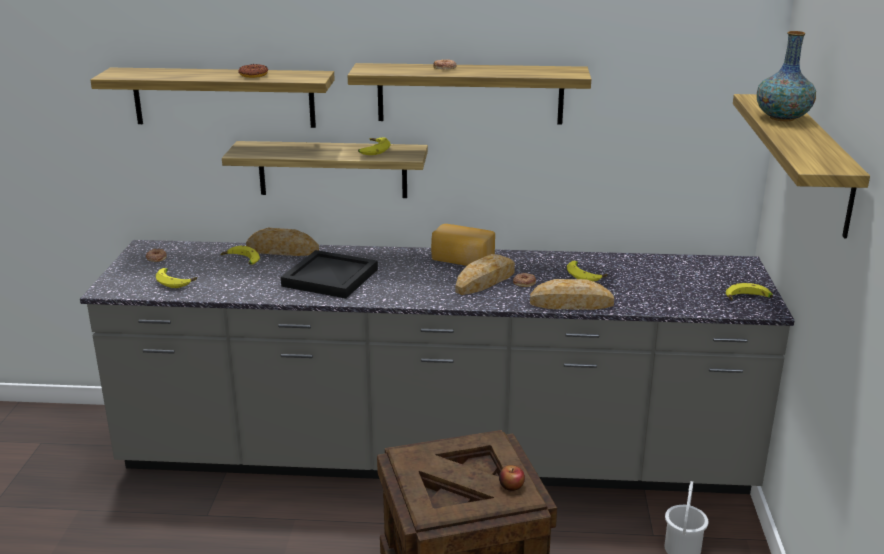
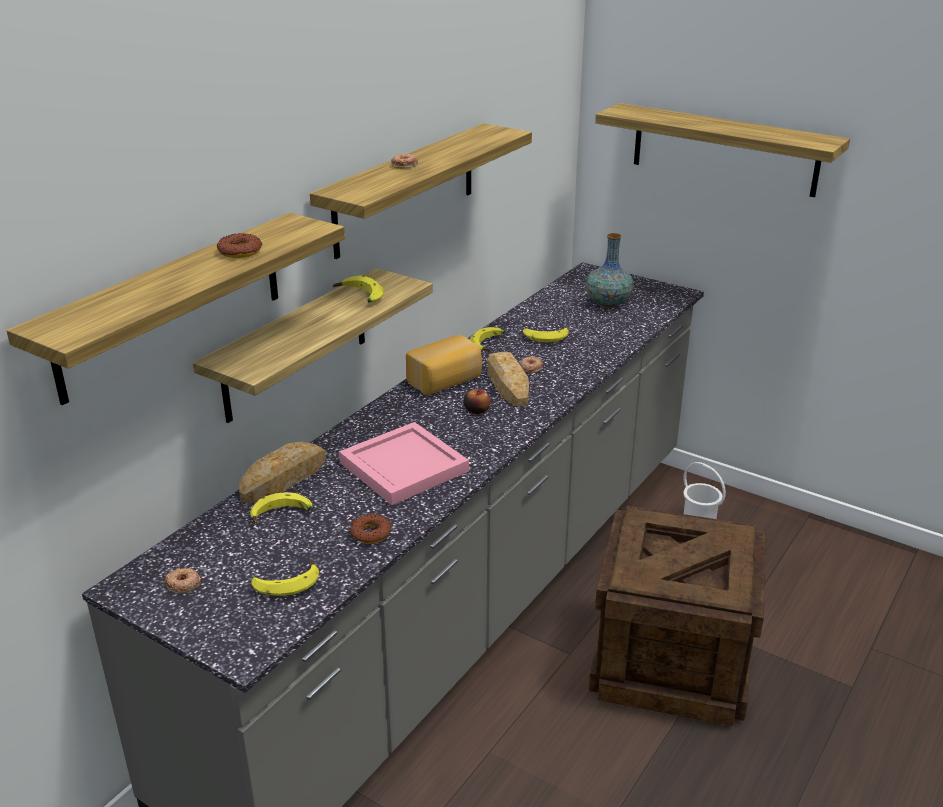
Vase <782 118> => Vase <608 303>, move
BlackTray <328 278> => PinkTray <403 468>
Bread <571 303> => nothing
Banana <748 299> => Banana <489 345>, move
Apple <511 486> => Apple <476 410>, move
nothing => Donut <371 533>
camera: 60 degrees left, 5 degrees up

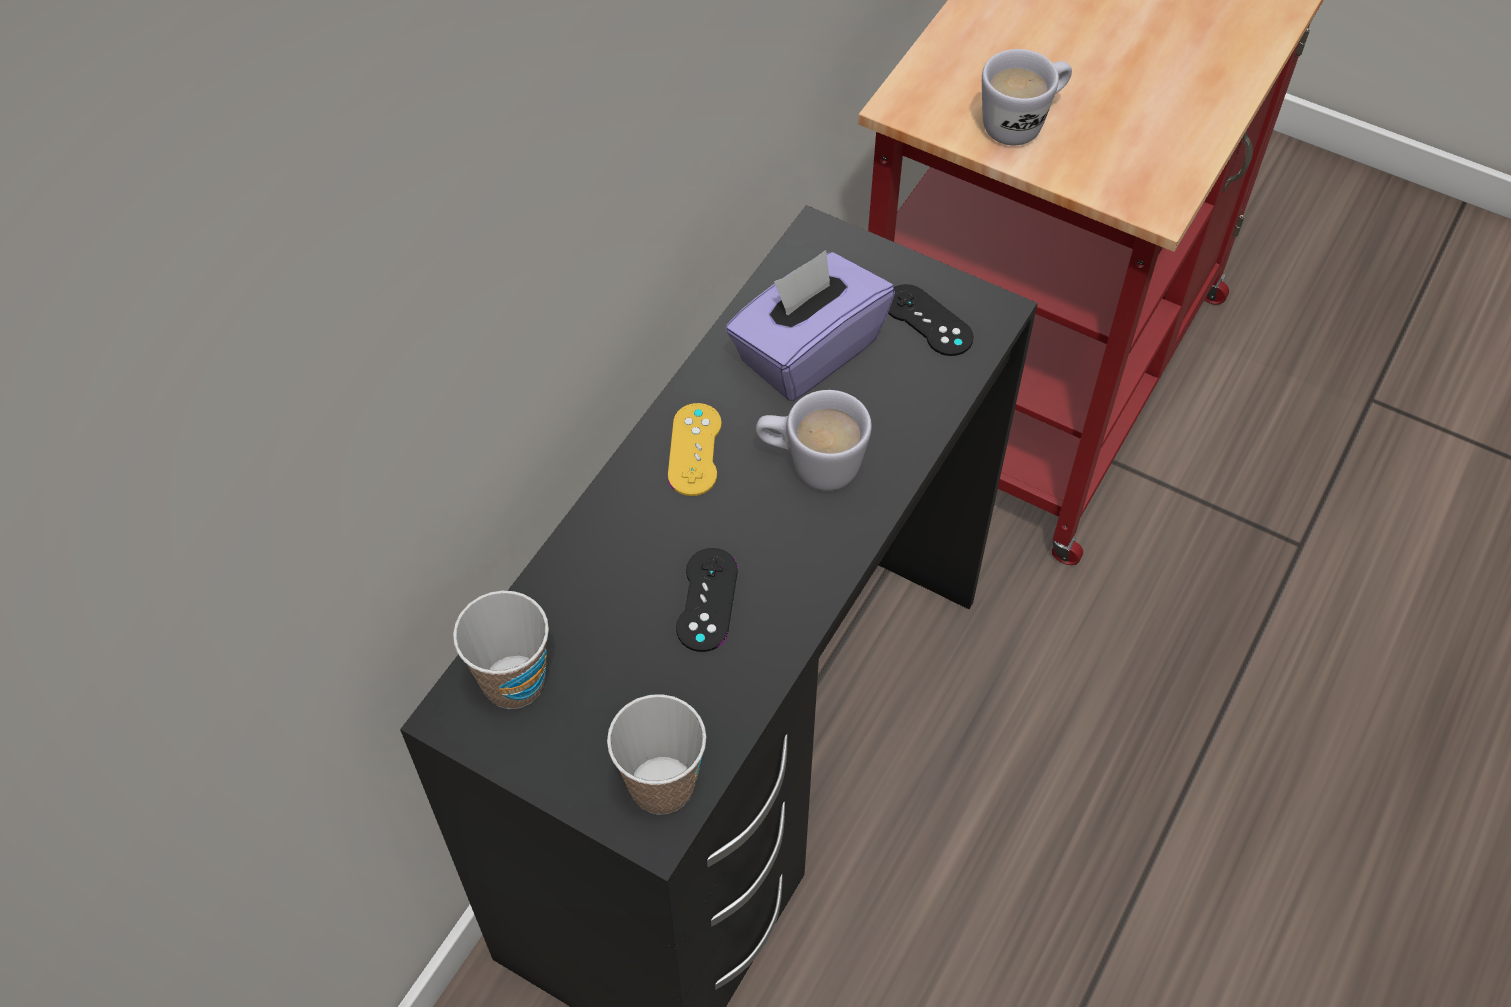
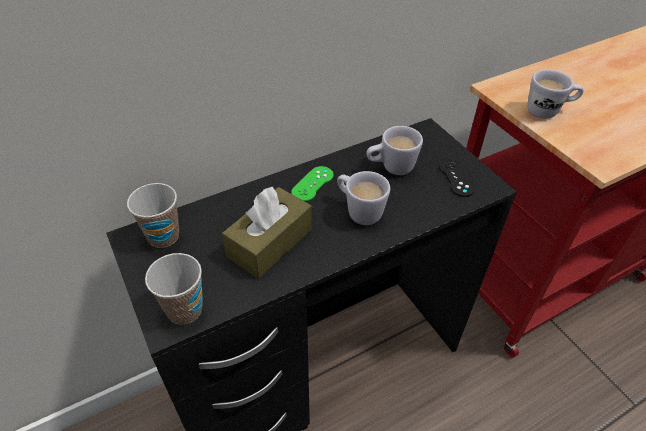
PurpleTissueBox <807 351> => WhiteMug <391 168>
YellowGameController <694 450> => GreenGameController <312 184>
BlackGameController <707 600> => BrownTissueBox <270 243>
camera: 30 degrees right, 10 degrees down

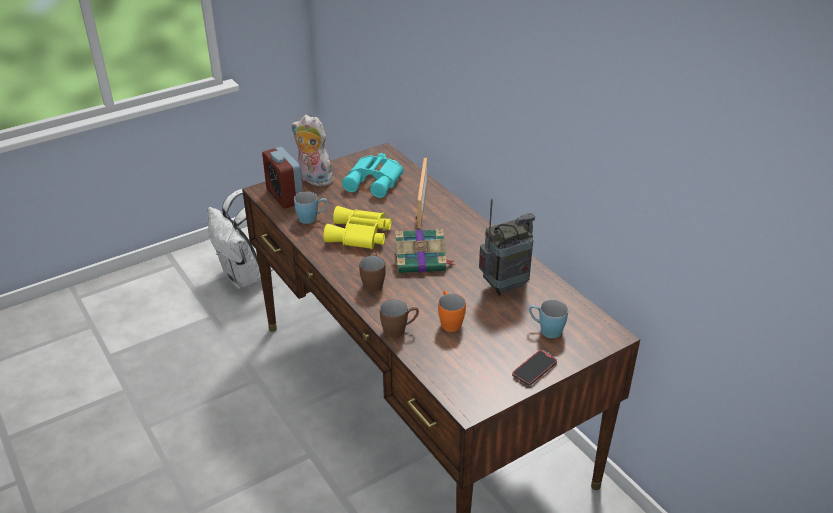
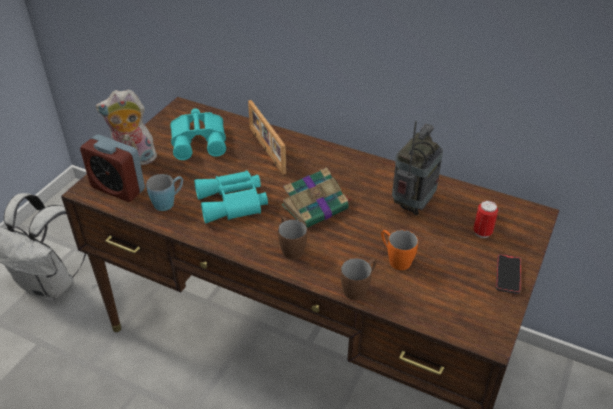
YellowBinoculars <359 235> => TurquoiseBinoculars <233 203>
BlueMug <545 330> => Can <482 232>
camera: 30 degrees left, 5 degrees up

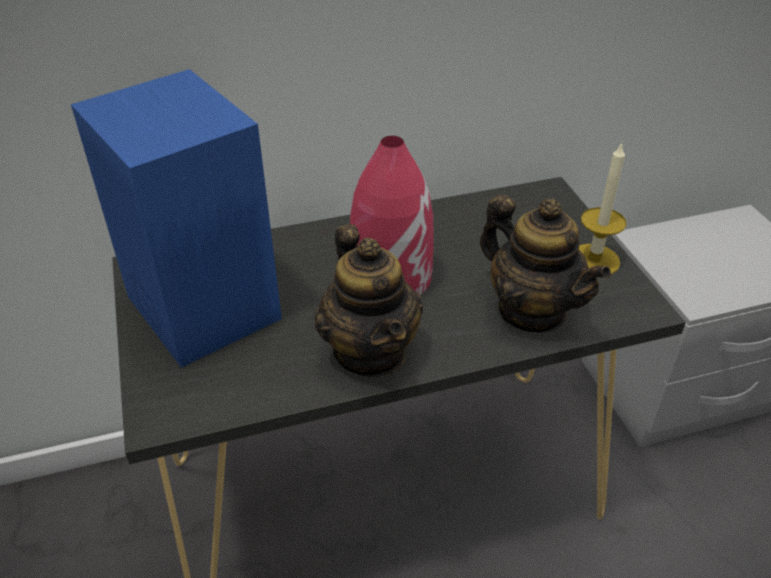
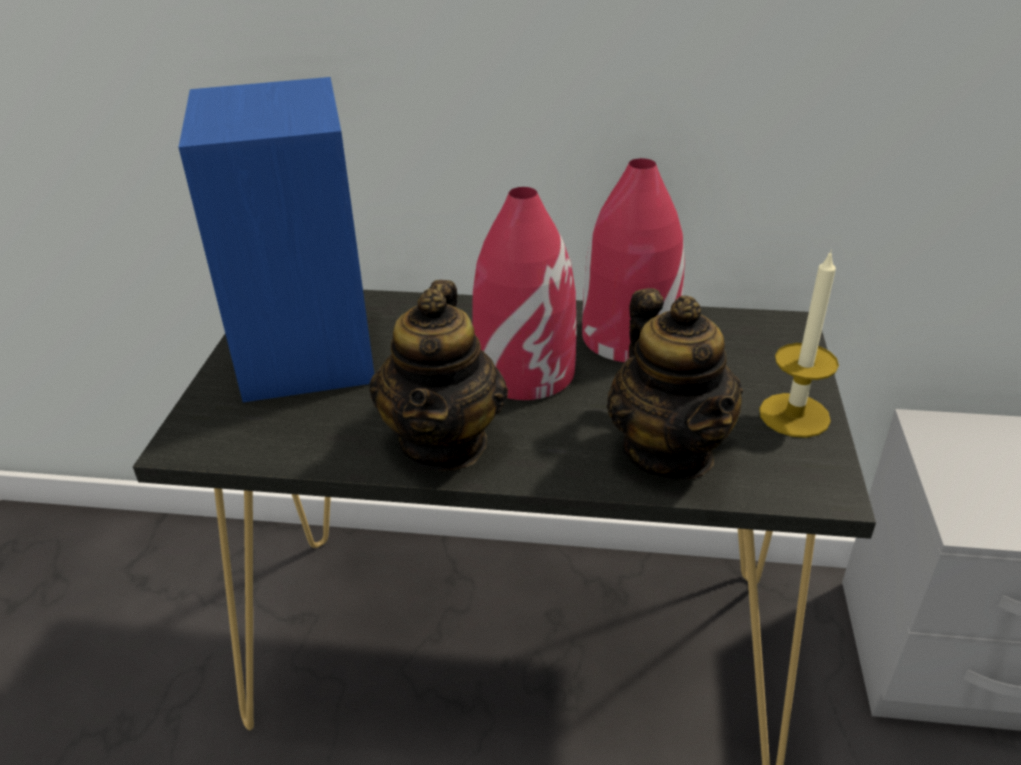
nothing => RedVase <628 337>
camera: 25 degrees right, 5 degrees down

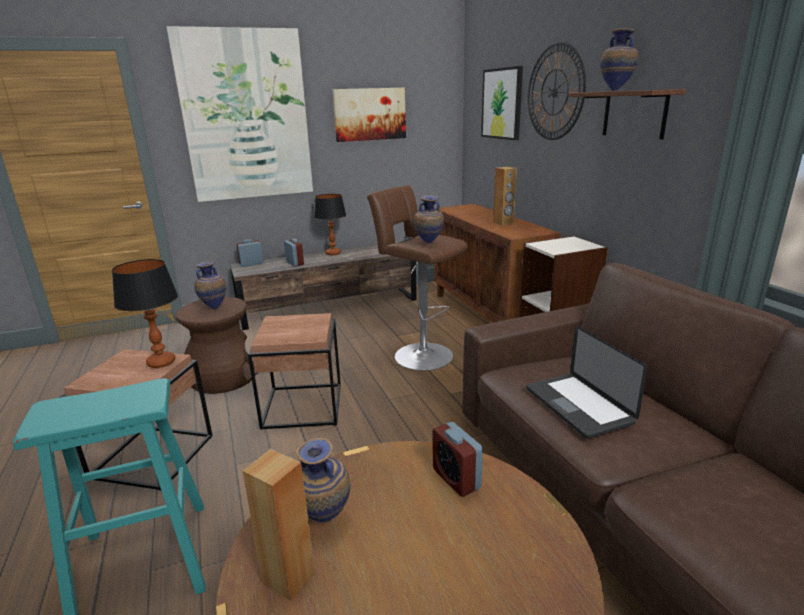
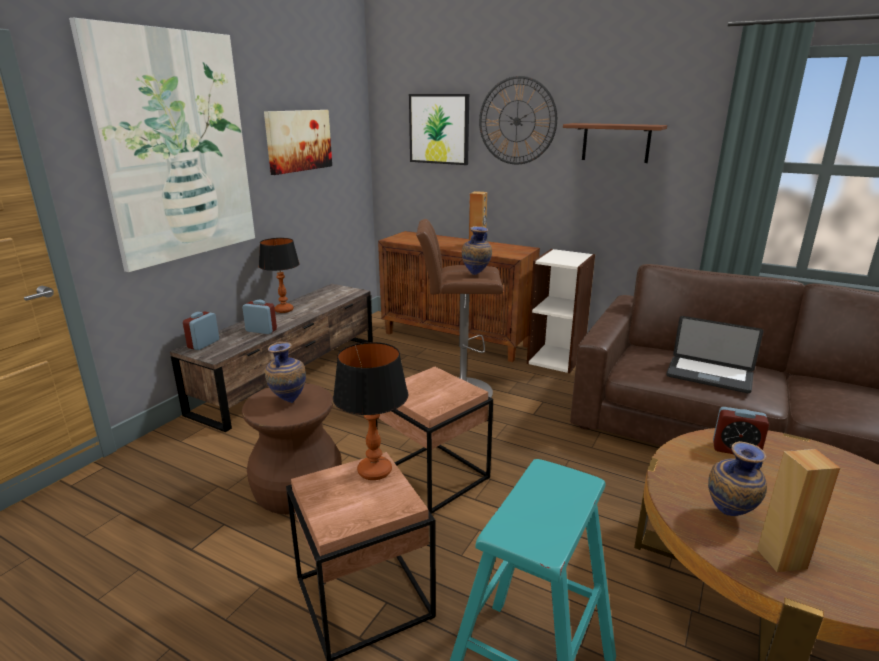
Vase <615 90> => nothing
camera: 40 degrees left, 0 degrees up

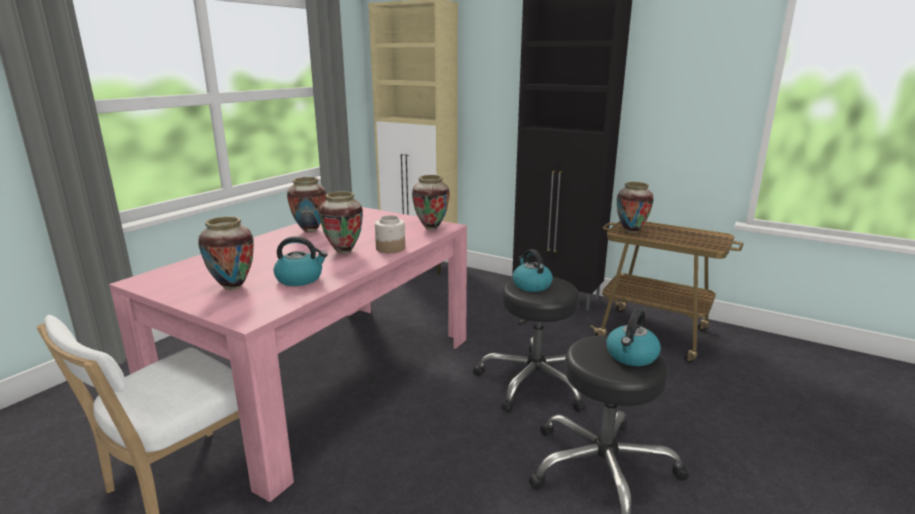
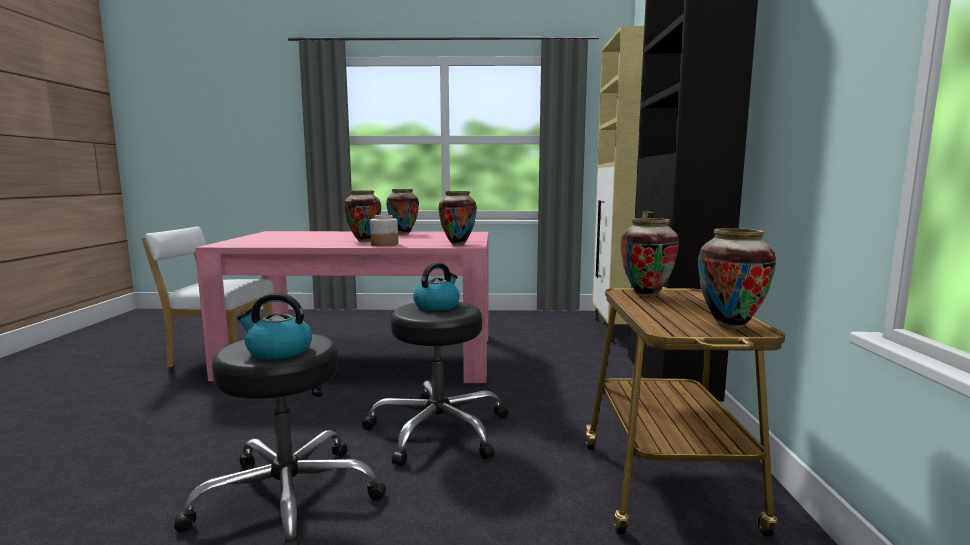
Vase <232 286> => Vase <730 326>, move
Kettle <300 279> => nothing
camera: 60 degrees right, 10 degrees down

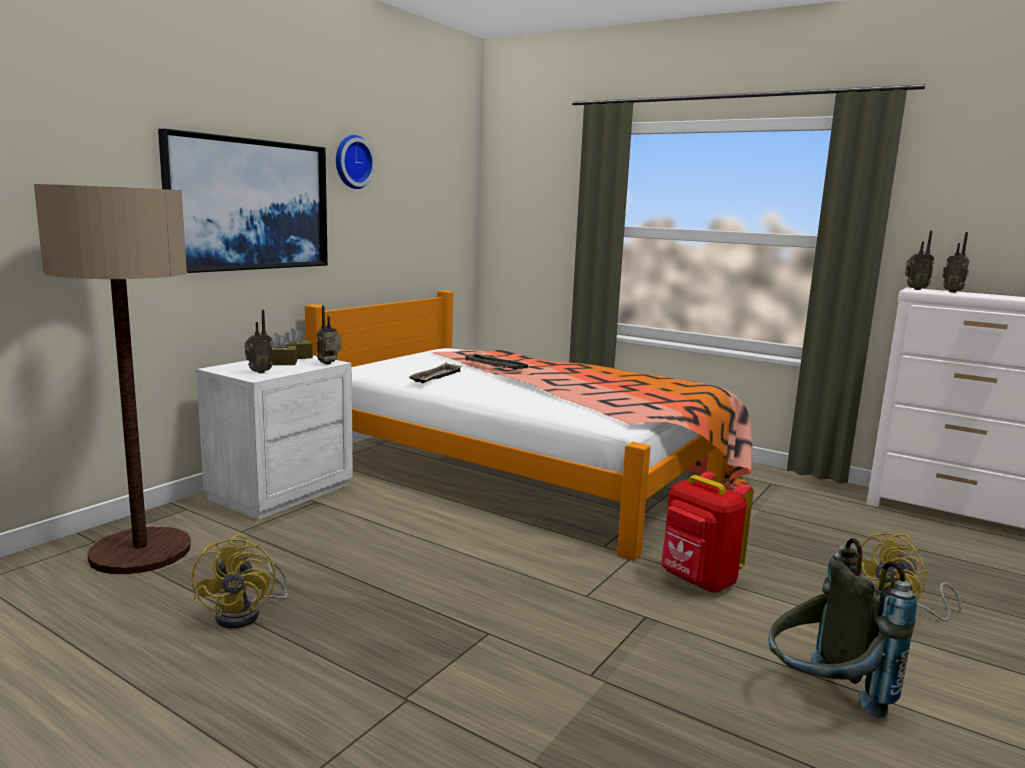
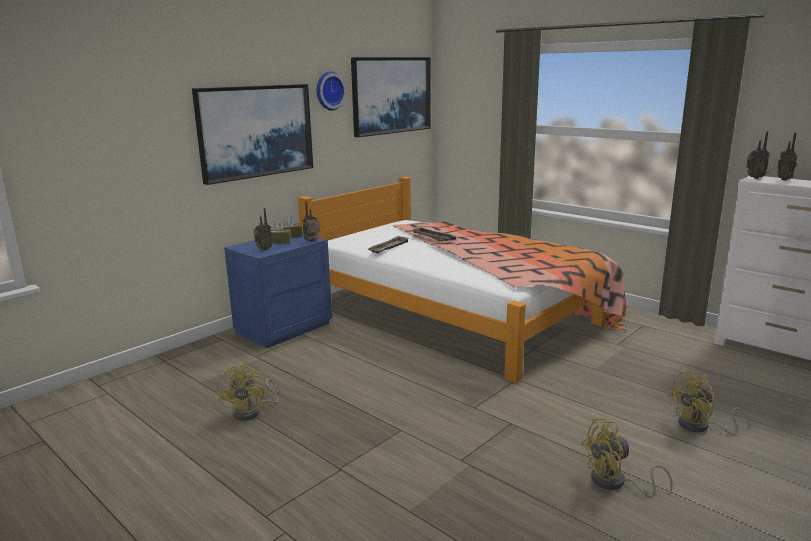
FloorLamp <141 552> => nothing
WhiteNightstand <279 491> => BlueNightstand <283 328>
RedBackpack <698 581> => nothing
GreyBackpack <822 698> => YellowFan <615 483>
nothing => Picture <391 95>
camera: 10 degrees right, 5 degrees up

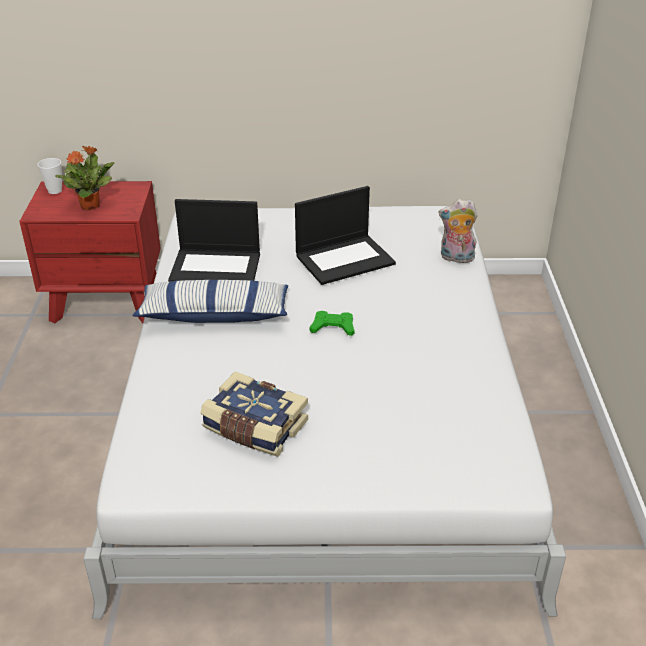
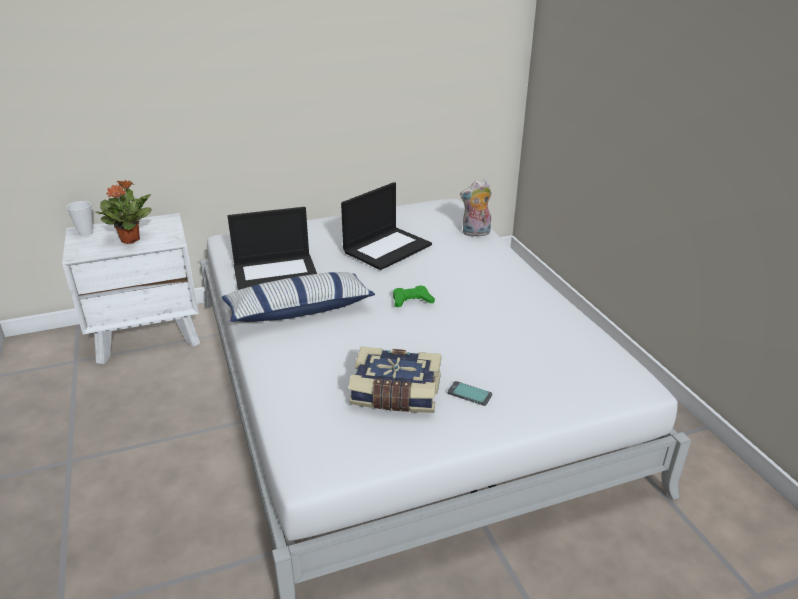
RedNightstand <107 300> => WhiteNightstand <148 334>
nothing => Phone <469 394>
camera: 20 degrees left, 5 degrees down

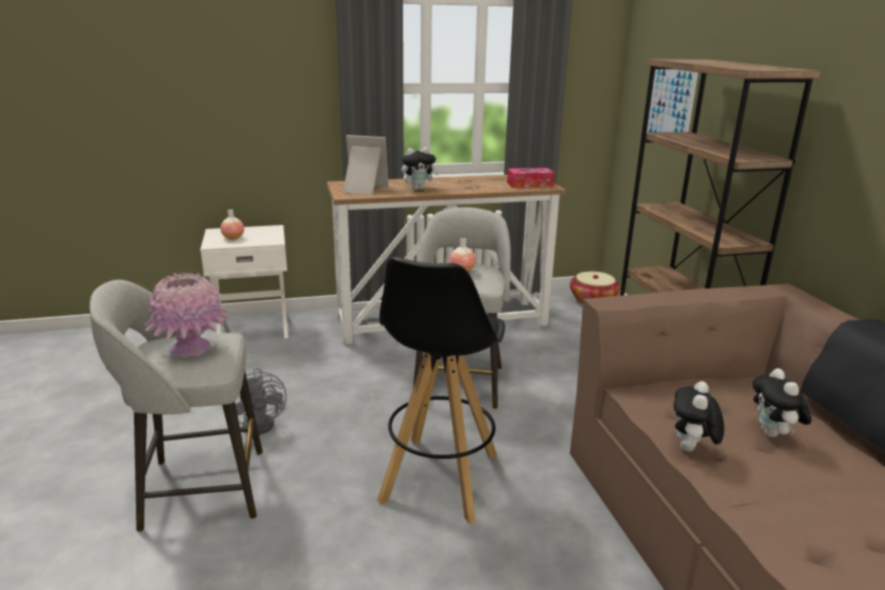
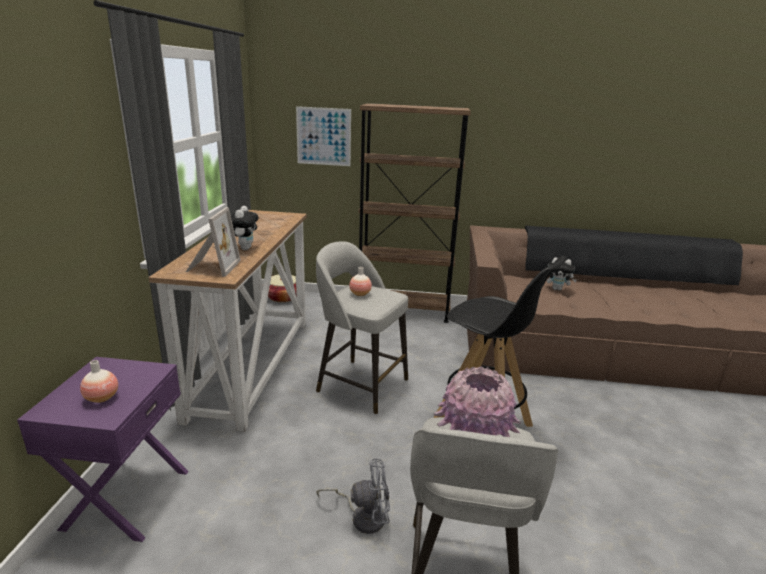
PictureFrame <363 189> => PictureFrame <212 267>, 150 degrees clockwise
TissueBox <529 184> => nothing
WhiteNightstand <253 327> => PurpleNightstand <126 498>
PlushToy <691 450> => nothing
camera: 70 degrees left, 0 degrees up

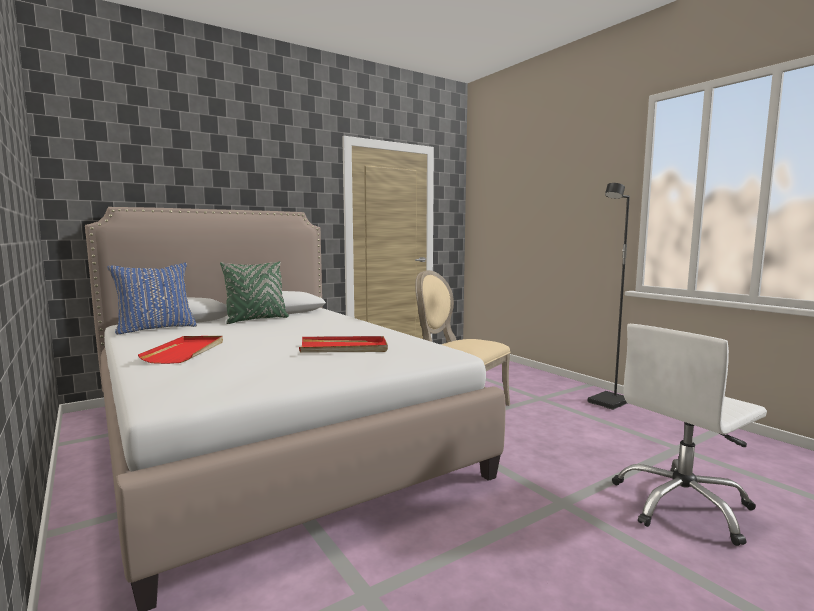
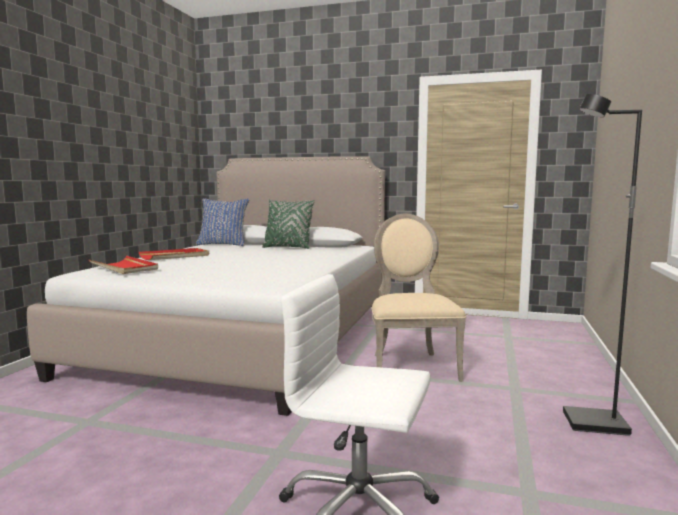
RedTray <344 348> => RedTray <124 268>, move
camera: 50 degrees right, 0 degrees up

